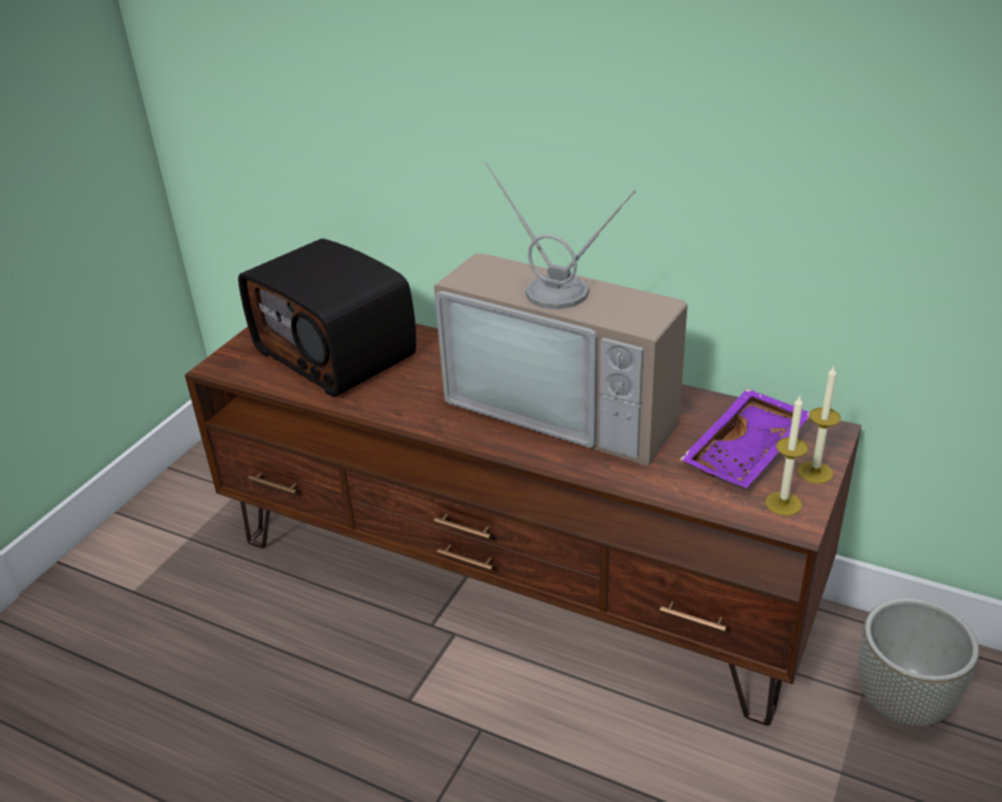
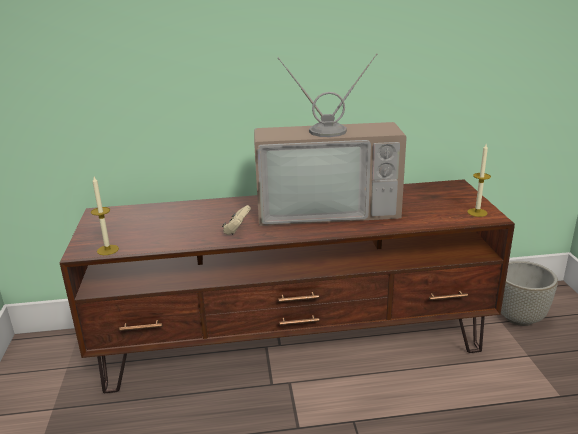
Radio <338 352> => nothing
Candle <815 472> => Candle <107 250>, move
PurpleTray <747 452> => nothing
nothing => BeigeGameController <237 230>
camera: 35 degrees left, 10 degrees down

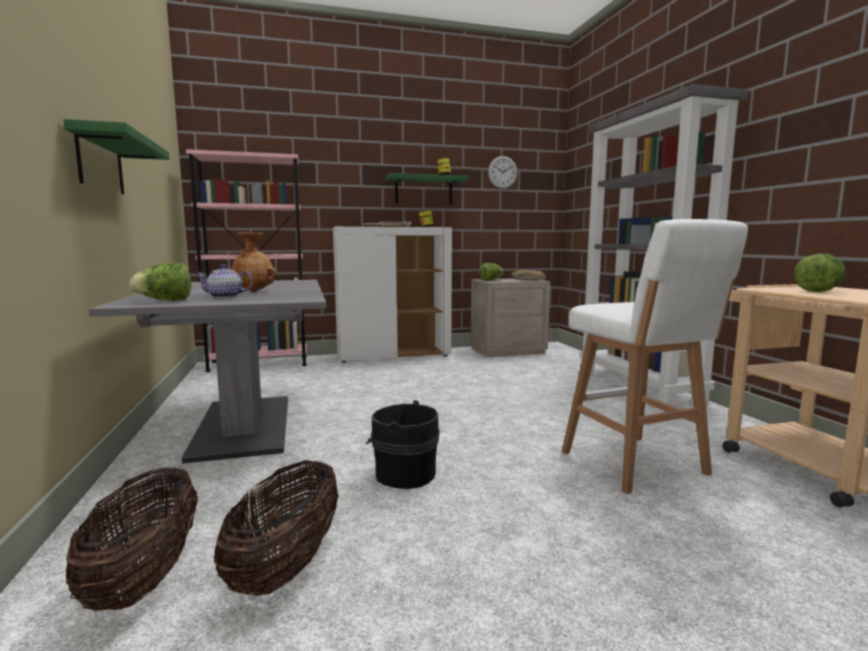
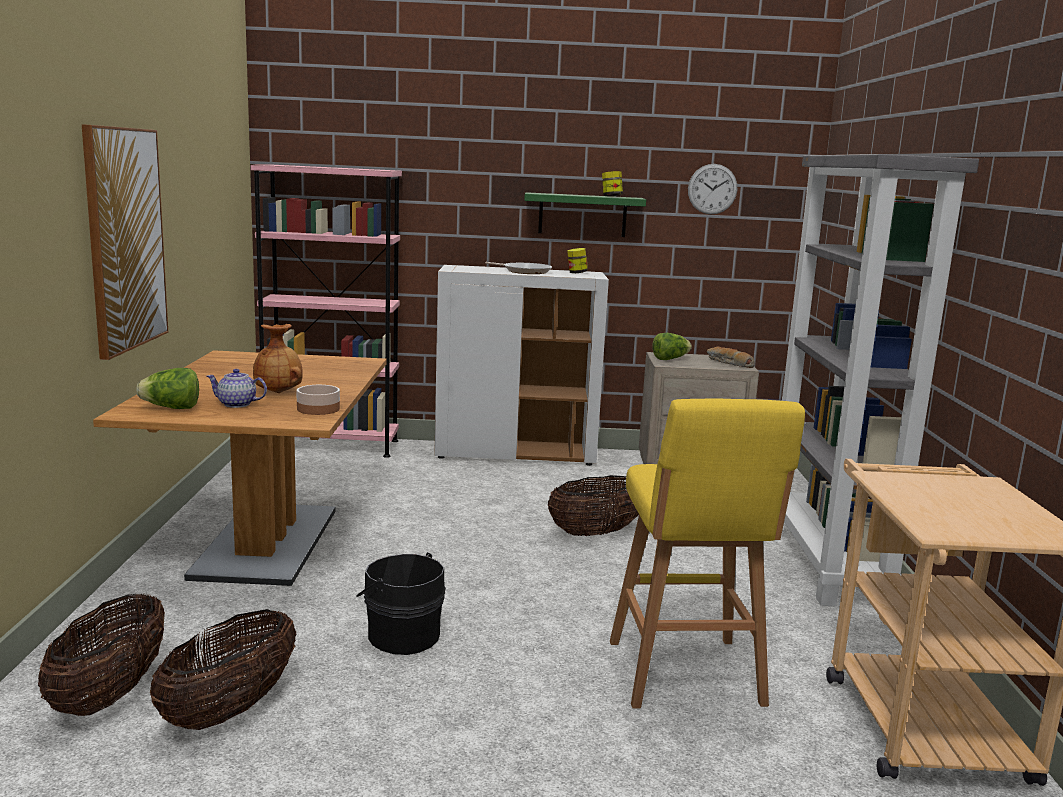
GreenShelf <100 163> => Picture <125 239>
WhiteStool <636 464> => YellowStool <686 676>
Lettuce <819 291> => nothing
GreyDiningTable <243 426> => BrownDiningTable <267 543>
nothing => Bowl <318 409>
nothing => Basket <596 533>
camera: 15 degrees right, 5 degrees up

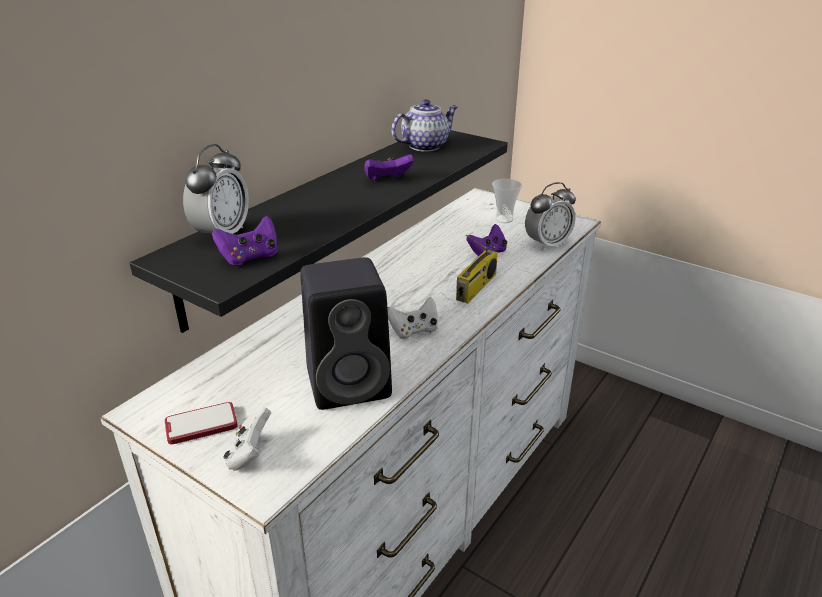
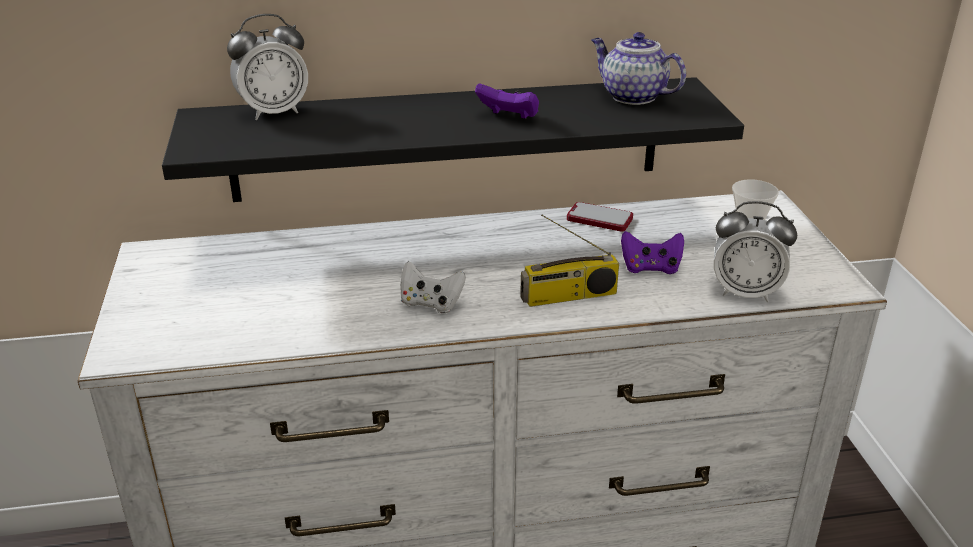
Teapot <425 146> => Teapot <632 96>, 150 degrees counterclockwise
PurpleGameController <250 257> => nothing
BlackSpeaker <351 383> => nothing
Phone <201 425> => Phone <599 219>, move
WhiteGameController <250 454> => nothing
camera: 45 degrees right, 0 degrees up

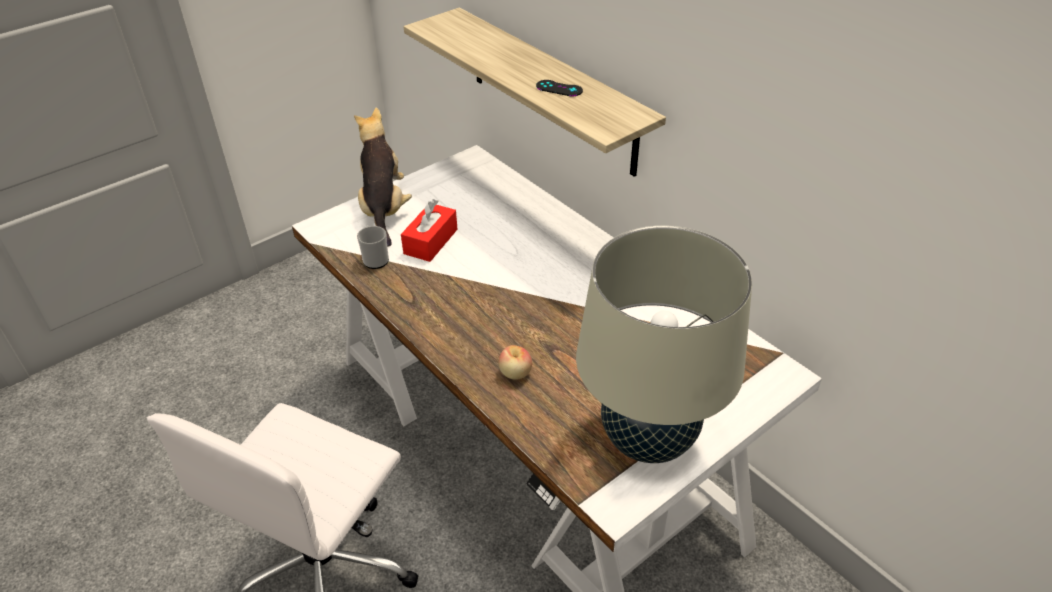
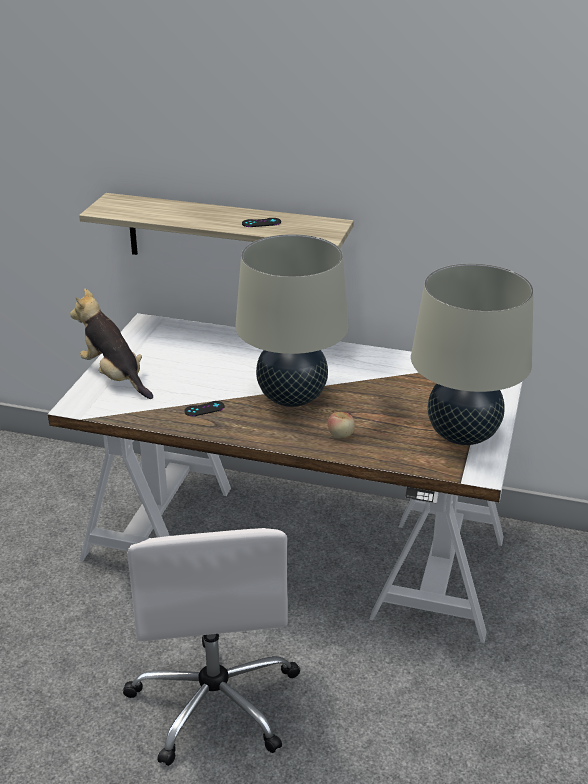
RedTissueBox <430 241> => nothing
Mug <375 258> => nothing
nothing => BeigeTableLamp <292 397>
nothing => BlackGameController <204 409>
camera: 35 degrees left, 10 degrees down

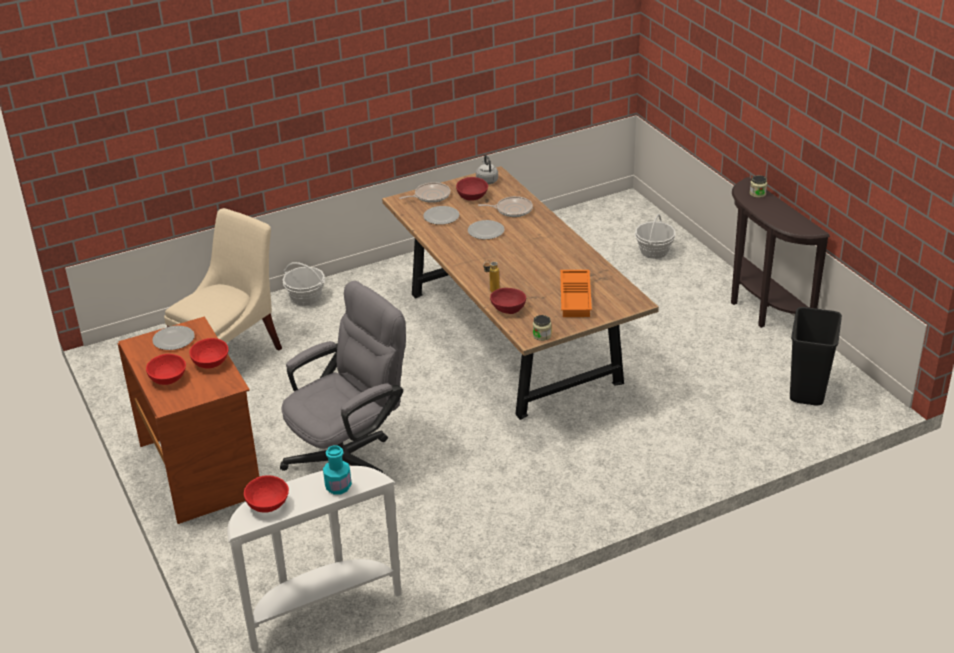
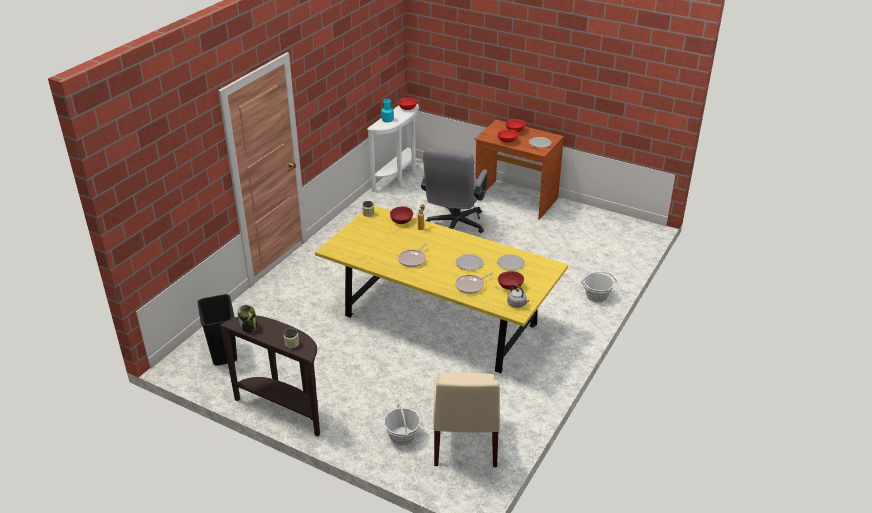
BrownDiningTable <512 337> => YellowDiningTable <440 319>
FryingPan <430 196> => FryingPan <413 259>, move
BeigeChair <233 354> => BeigeChair <464 443>, move
OrangeTray <576 298> => nothing
nothing => Jar <249 326>
camera: 145 degrees right, 0 degrees up

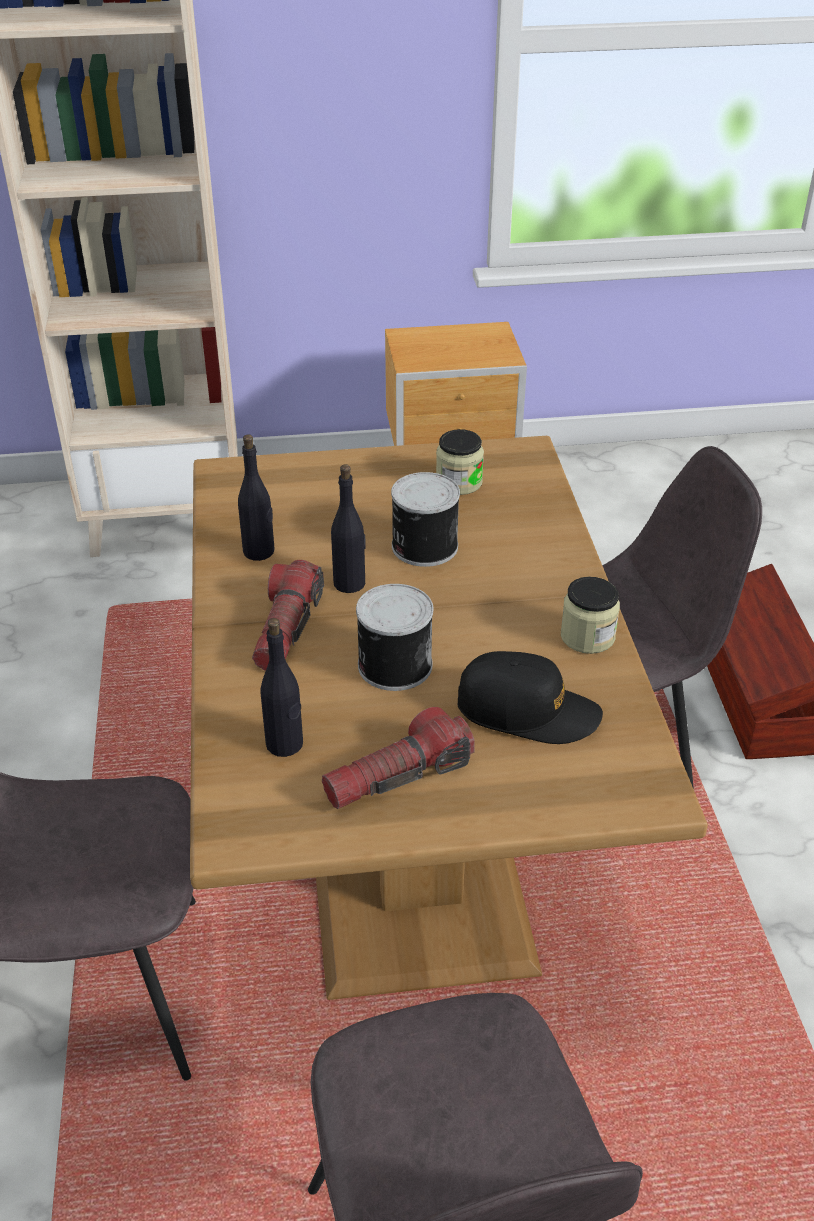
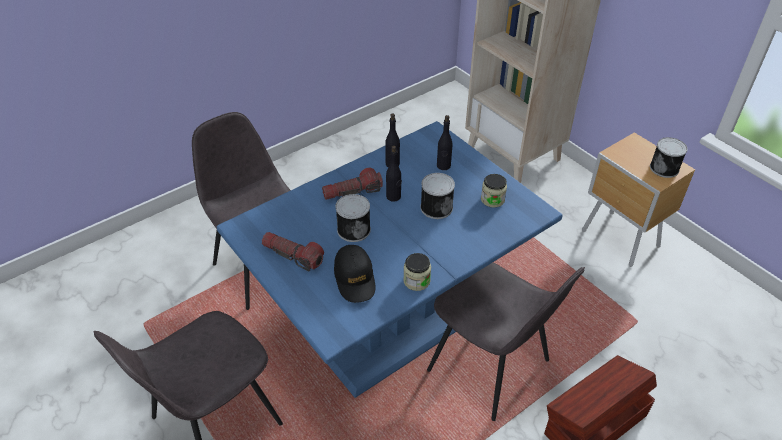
BrownDiningTable <406 846> => BlueDiningTable <391 322>
BlackBottle <285 744> => BlackBottle <443 166>, move
nothing => Can <665 168>
camera: 60 degrees right, 5 degrees up

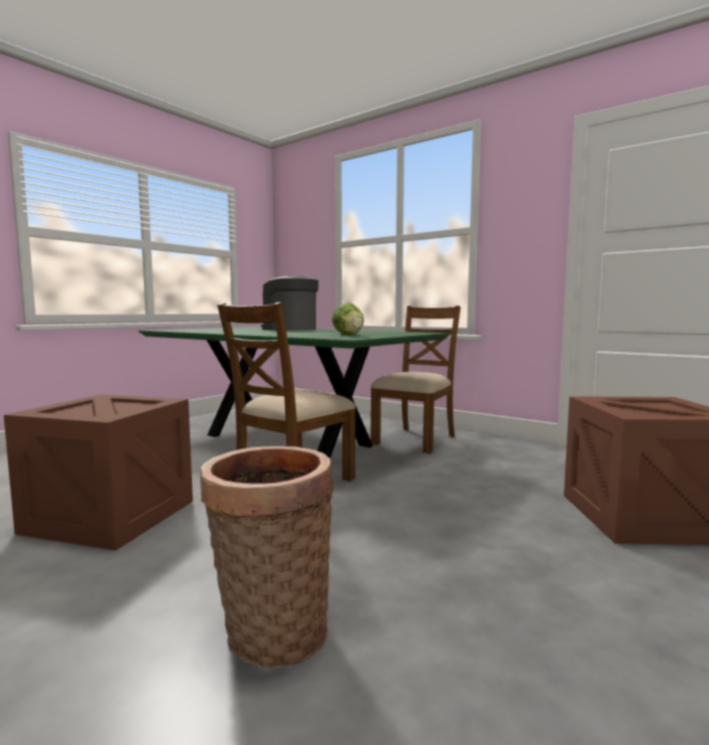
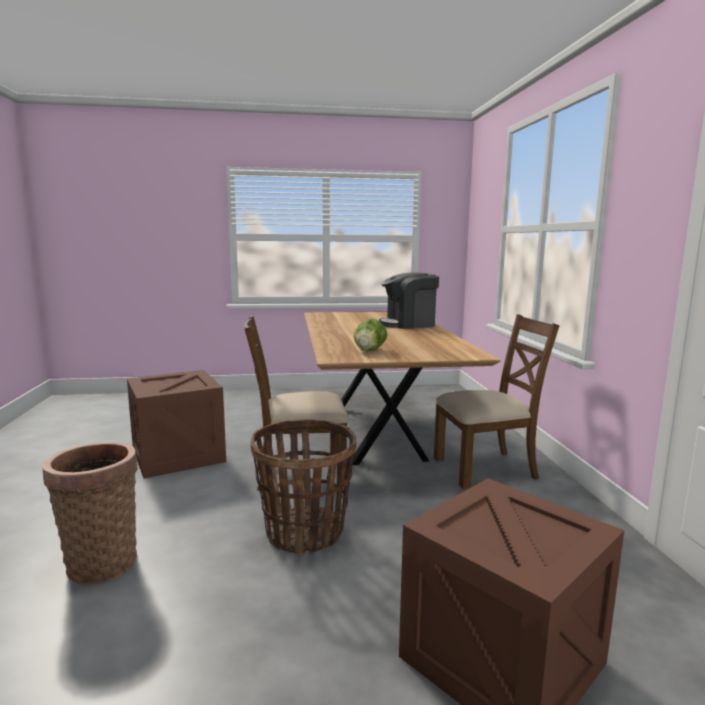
CoffeeMachine <289 329> => CoffeeMachine <408 324>, 90 degrees counterclockwise
GreenDiningTable <285 440> => BrownDiningTable <376 431>
nothing => Basket <305 532>
camera: 45 degrees right, 5 degrees up

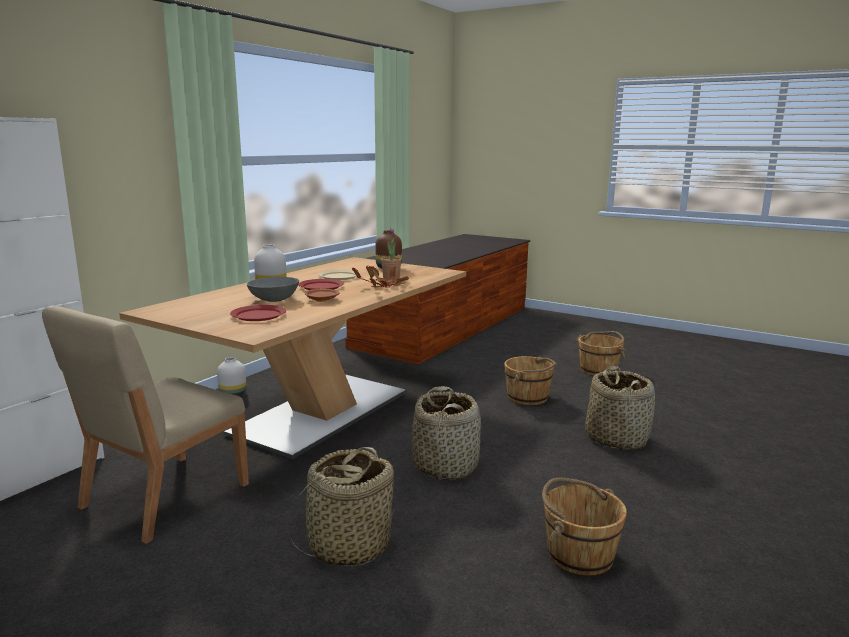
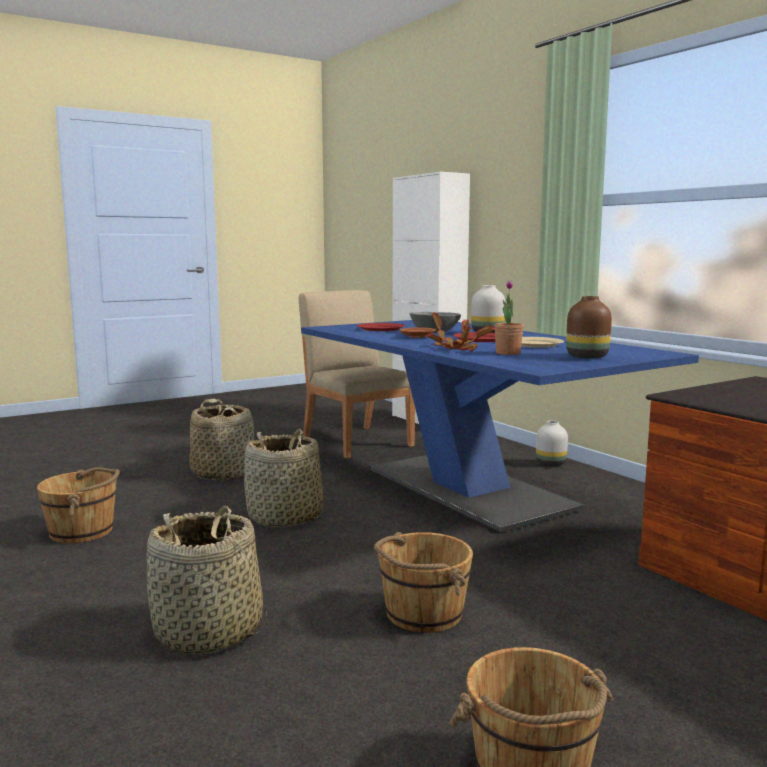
BeigeDiningTable <322 413> => BlueDiningTable <468 489>
camera: 115 degrees right, 5 degrees down

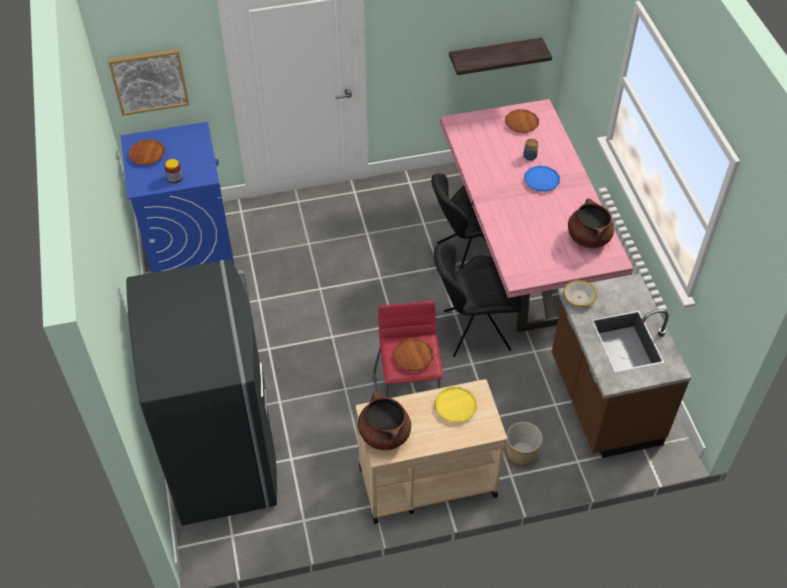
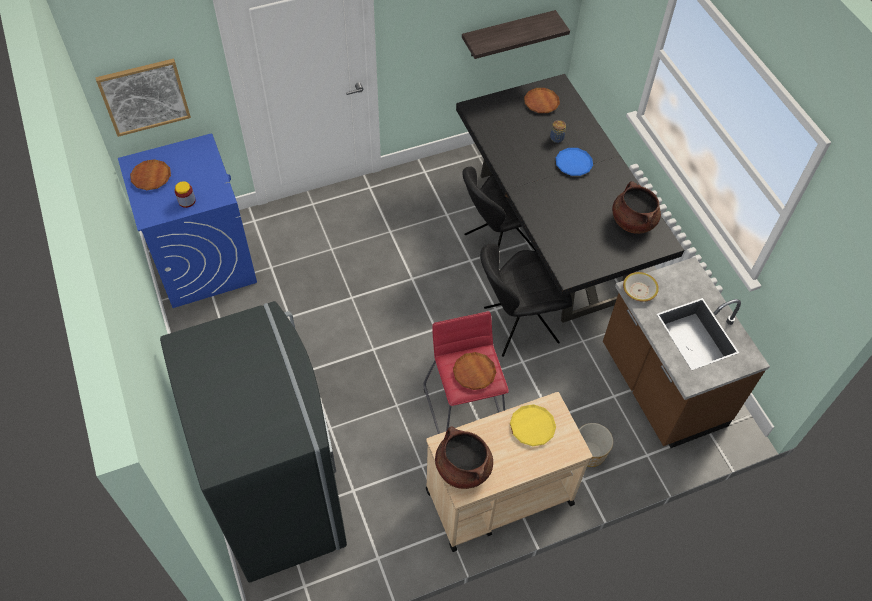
PinkDiningTable <520 252> => BlackDiningTable <550 235>
camera: 10 degrees left, 5 degrees up

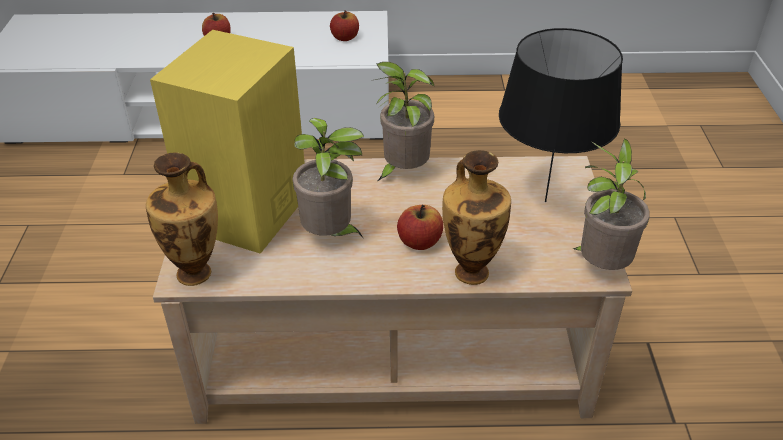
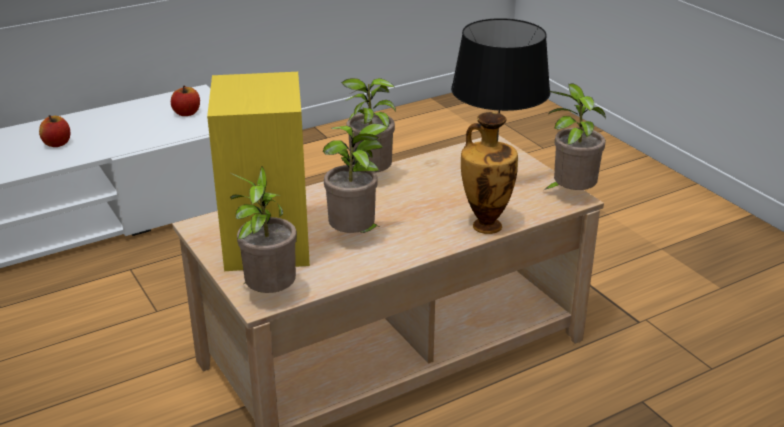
Vase <197 272> => PottedPlant <269 295>
Apple <420 242> => nothing
camera: 30 degrees left, 10 degrees down

